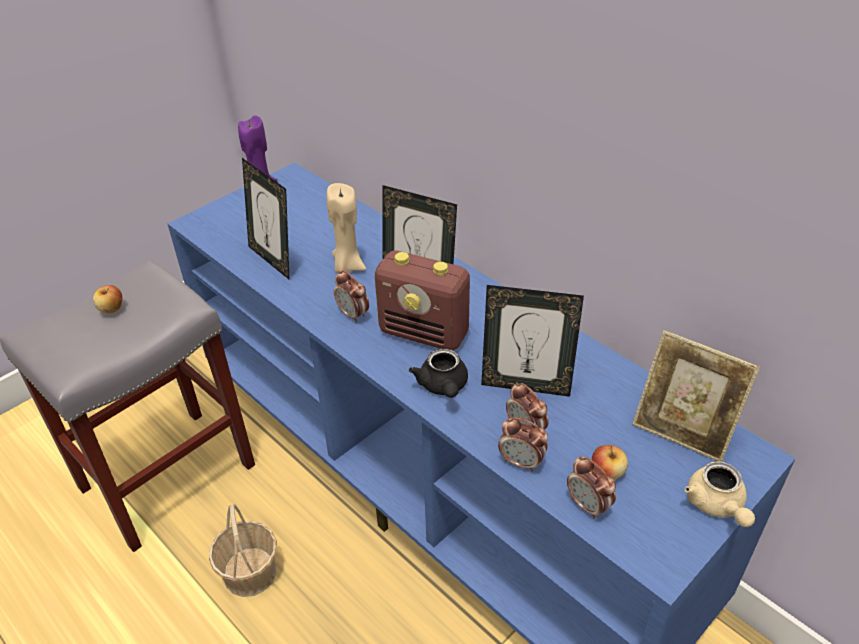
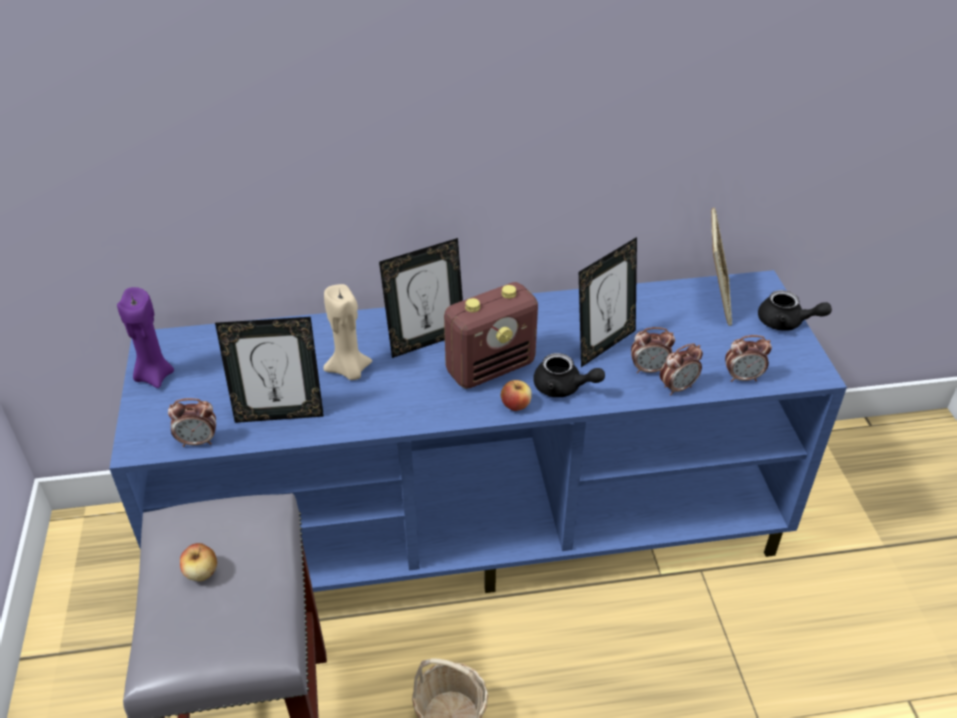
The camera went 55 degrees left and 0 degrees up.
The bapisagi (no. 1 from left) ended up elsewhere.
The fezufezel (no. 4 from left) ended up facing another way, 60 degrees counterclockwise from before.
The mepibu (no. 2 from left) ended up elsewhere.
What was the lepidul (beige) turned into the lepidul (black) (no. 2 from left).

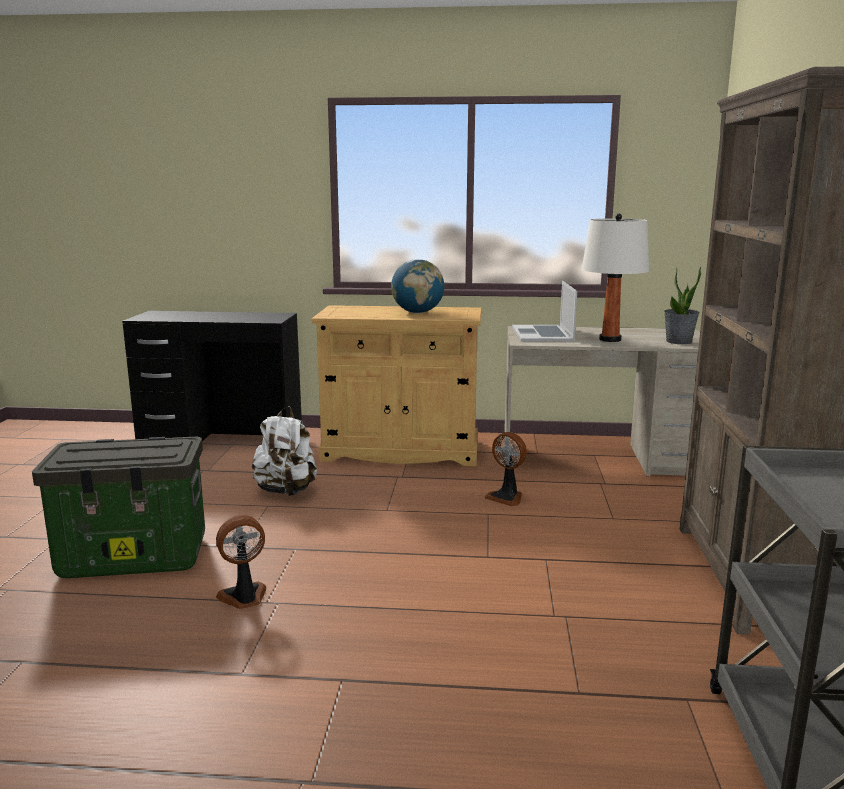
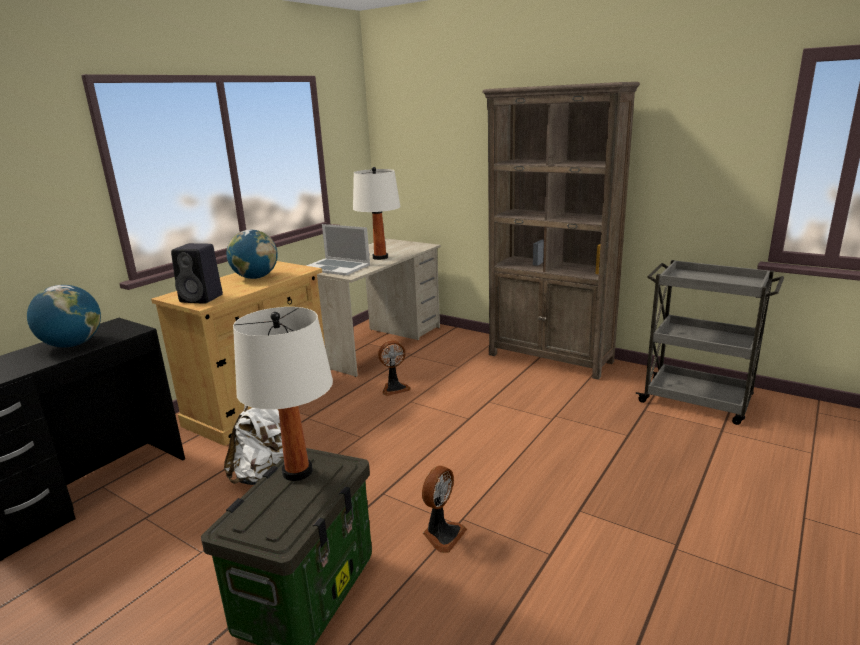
The camera went 60 degrees left and 5 degrees up.
The second view lost the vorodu.
The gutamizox (no. 1 from left in the first image) ended up facing another way, 150 degrees counterclockwise from before.
The second view gained the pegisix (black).
The second view gained the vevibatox (no. 1 from left).
The second view gained the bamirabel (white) (no. 1 from left).

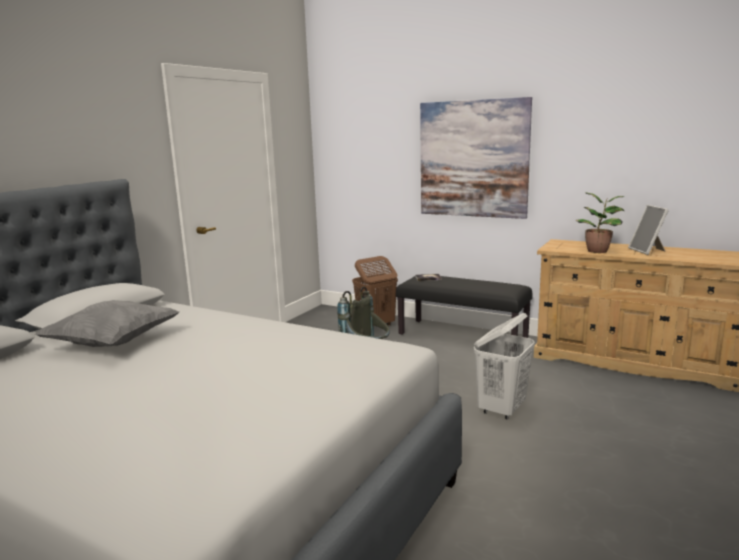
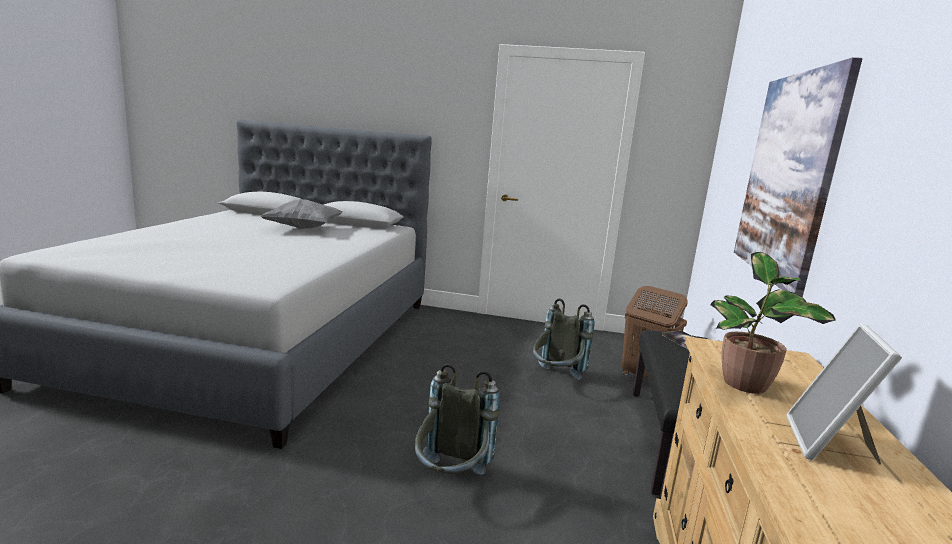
The camera went 70 degrees right and 0 degrees up.
The fezufezel ended up facing another way, 45 degrees counterclockwise from before.
Where the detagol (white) stood, the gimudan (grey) (no. 1 from left) came to stand.

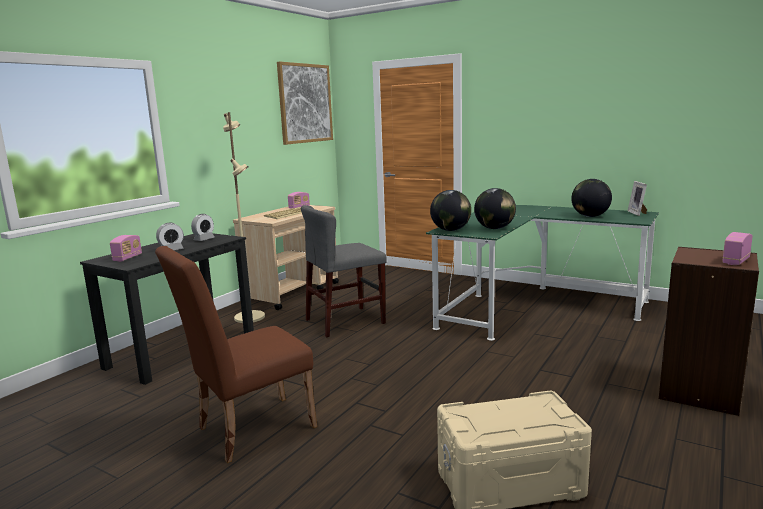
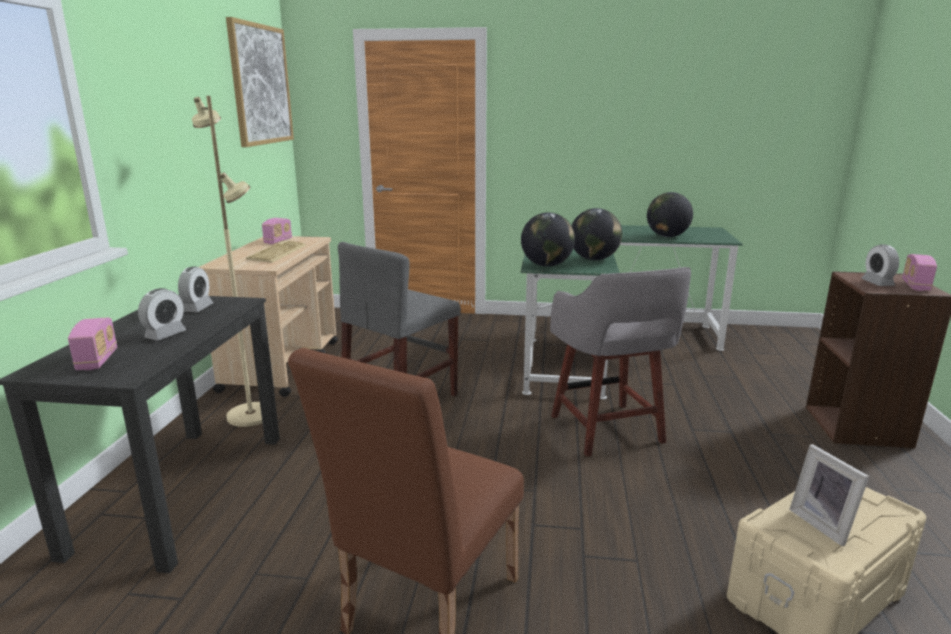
The camera went 25 degrees left and 5 degrees up.
The fezufezel ended up elsewhere.
The second view gained the bapisagi (no. 3 from left).
The second view gained the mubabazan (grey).

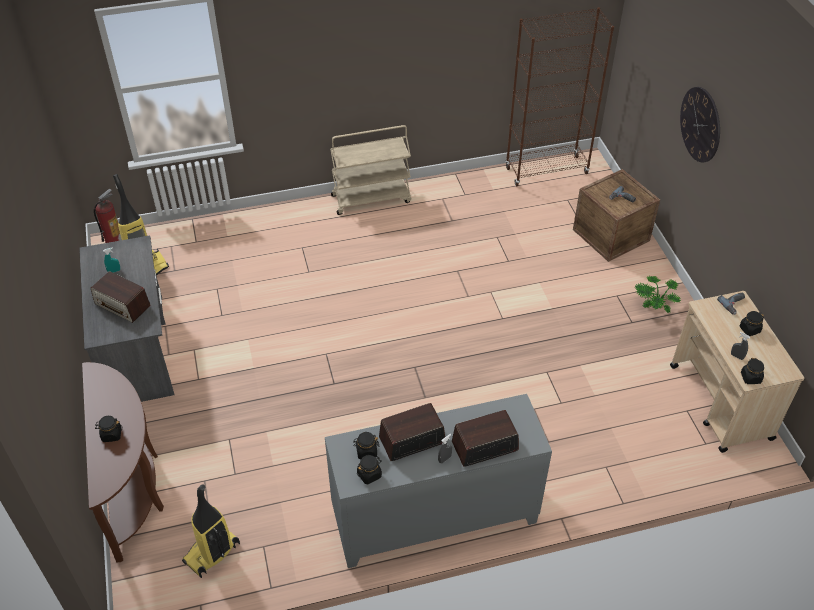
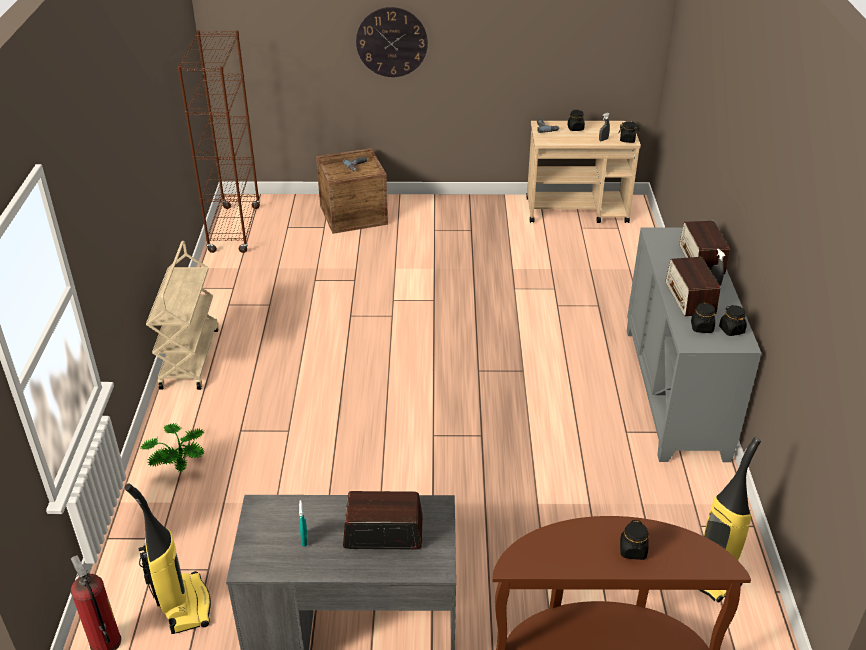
The camera went 75 degrees left and 10 degrees down.
The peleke (no. 1 from left) ended up facing another way, 135 degrees counterclockwise from before.
The vorodu ended up elsewhere.

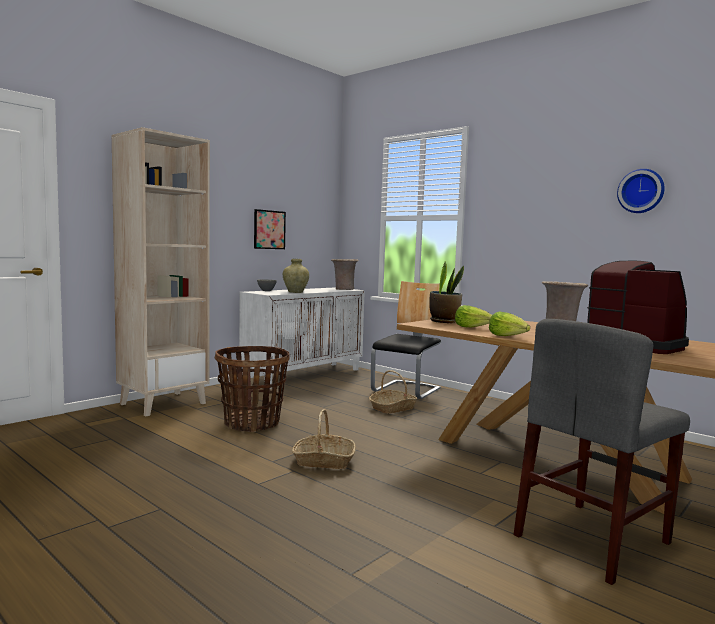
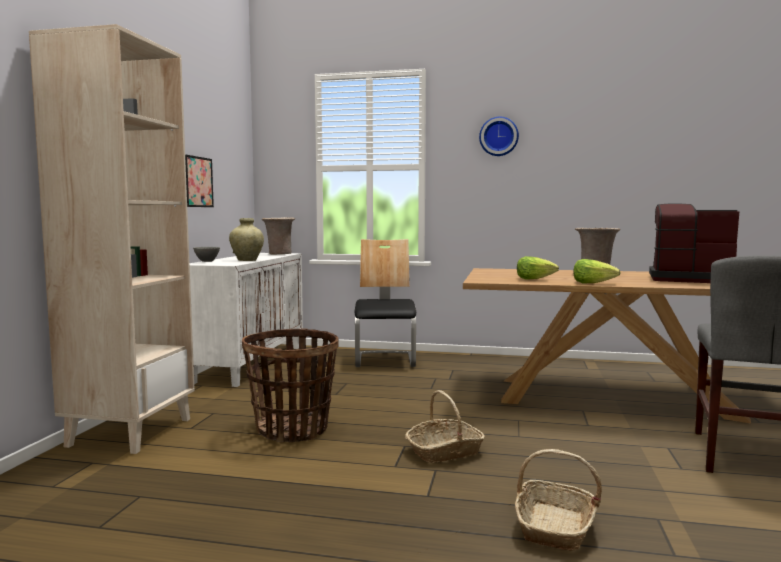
The camera went 30 degrees left and 0 degrees up.
The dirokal ended up elsewhere.
The second view lost the vorodu.
The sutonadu (no. 3 from left) ended up elsewhere.

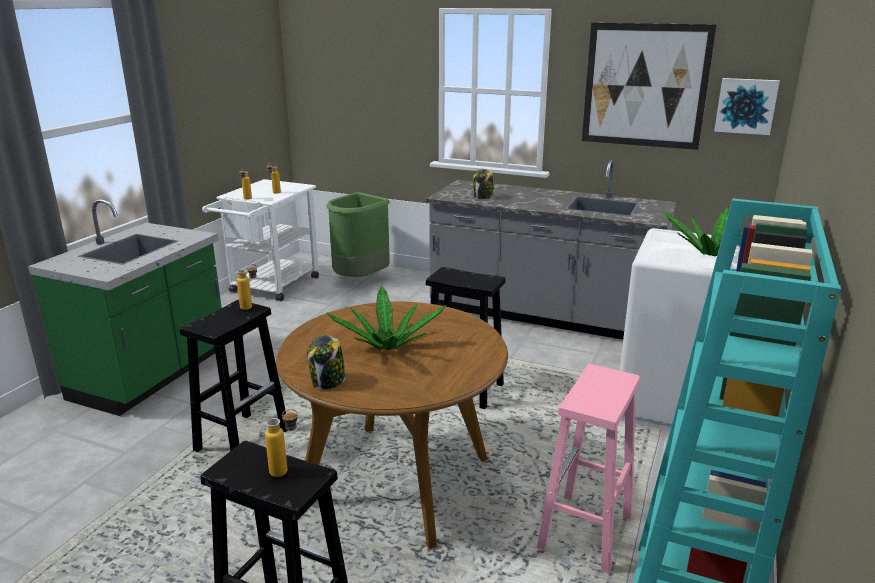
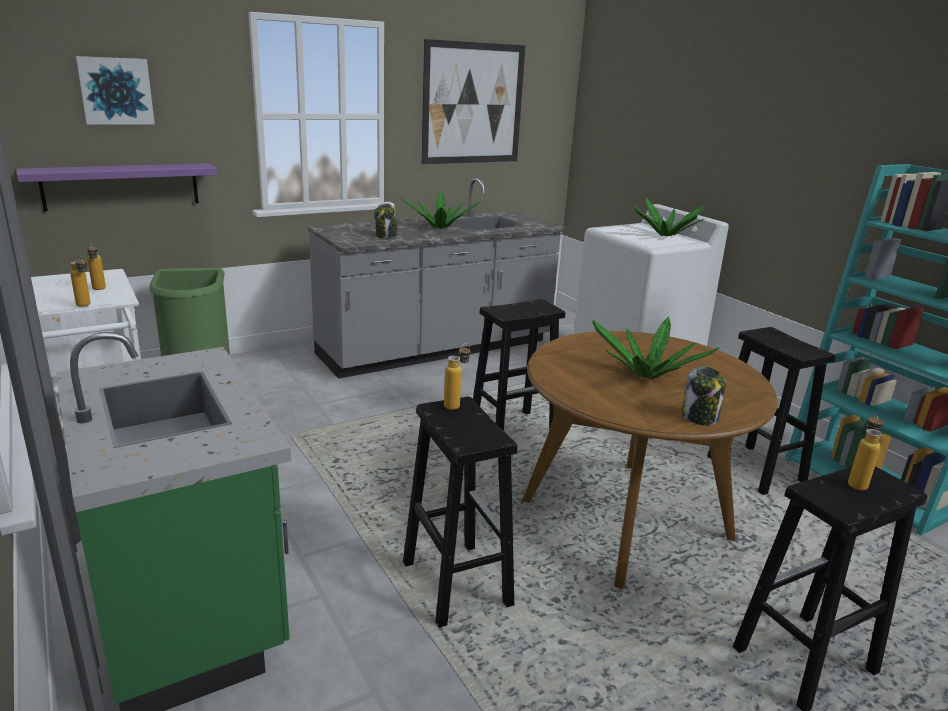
The camera went 55 degrees left and 0 degrees up.
The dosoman (no. 2 from left in the first image) ended up elsewhere.
What was the mubabazan (pink) turned into the mubabazan (black) (no. 3 from left).
The second view gained the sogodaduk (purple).
The second view gained the vorodu (no. 1 from left).

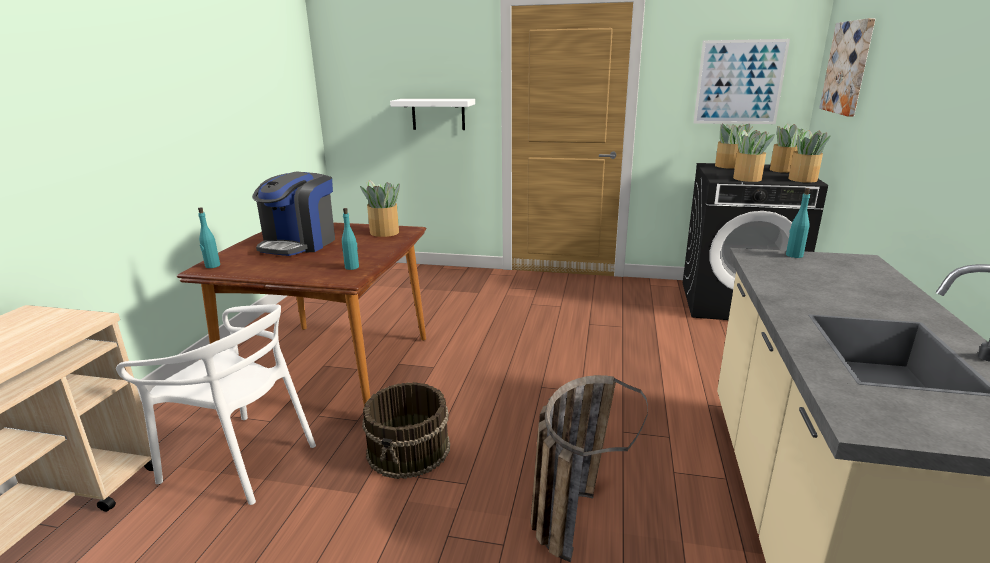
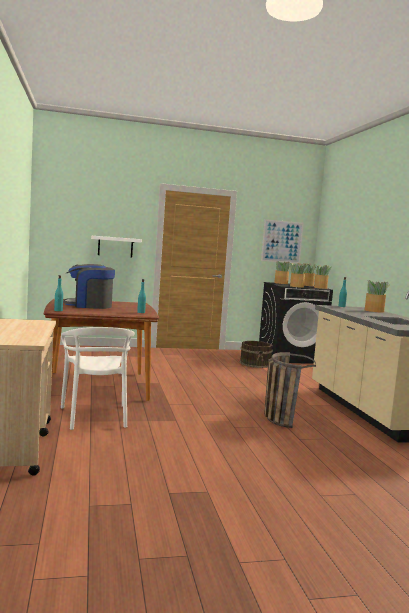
The camera went 25 degrees left and 15 degrees down.
The second view lost the dosoman (no. 2 from left).
The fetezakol ended up facing another way, 90 degrees clockwise from before.
The vorodu (no. 1 from left in the first image) ended up elsewhere.
The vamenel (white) ended up facing another way, 75 degrees clockwise from before.
The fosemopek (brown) ended up elsewhere.

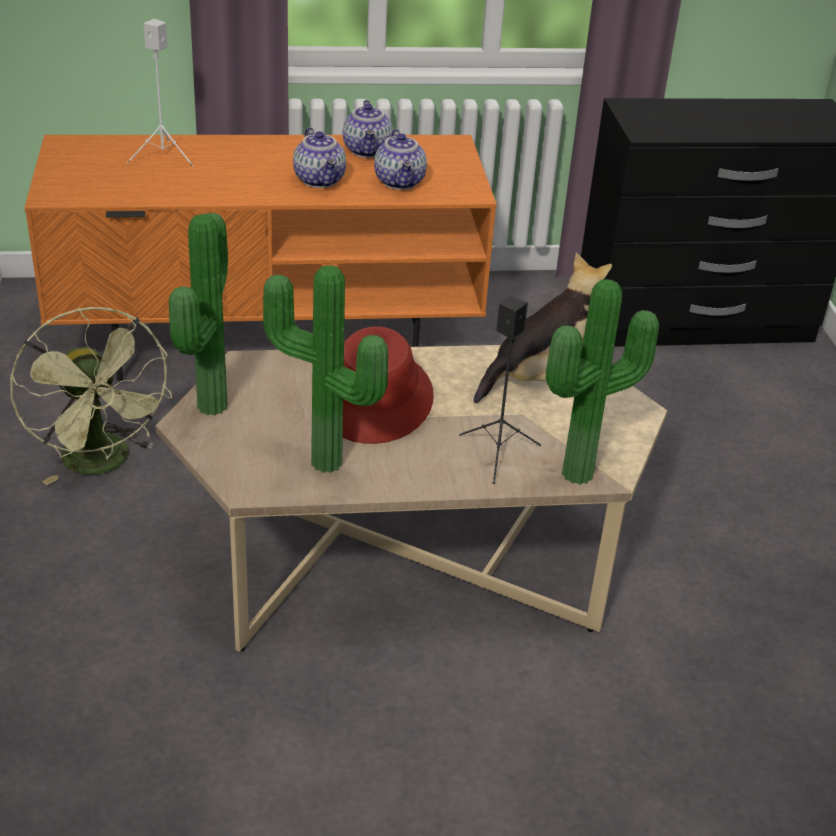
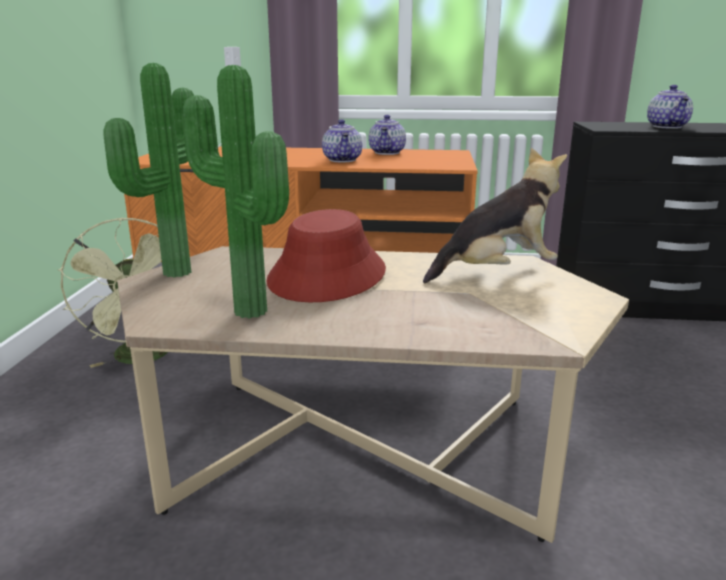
The camera went 15 degrees right and 15 degrees down.
The lepidul (no. 3 from left) ended up elsewhere.
The second view lost the vorodu (no. 3 from left).
The second view lost the pegisix (black).

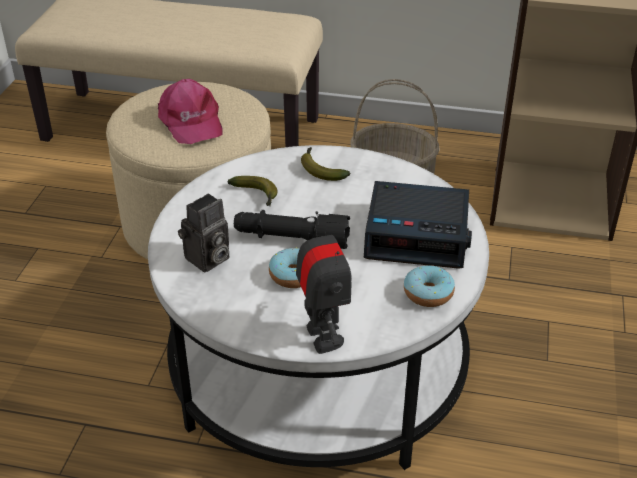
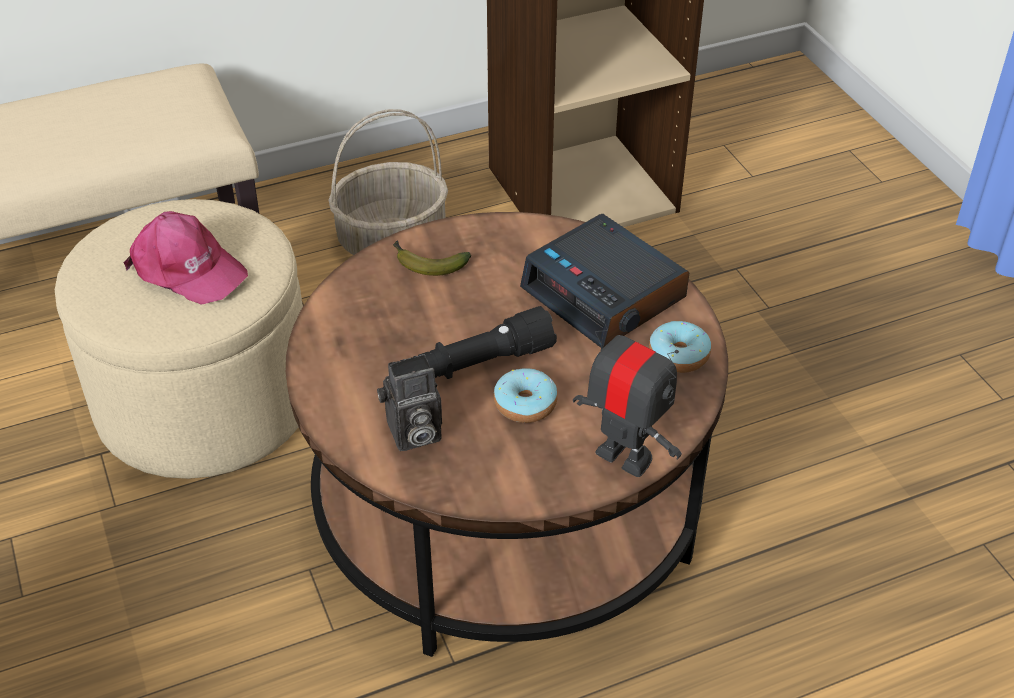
The camera went 35 degrees left and 5 degrees up.
What was the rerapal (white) turned into the rerapal (brown).
The second view lost the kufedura (no. 1 from left).
The bapisagi ended up facing another way, 75 degrees clockwise from before.
The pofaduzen ended up facing another way, 60 degrees clockwise from before.

